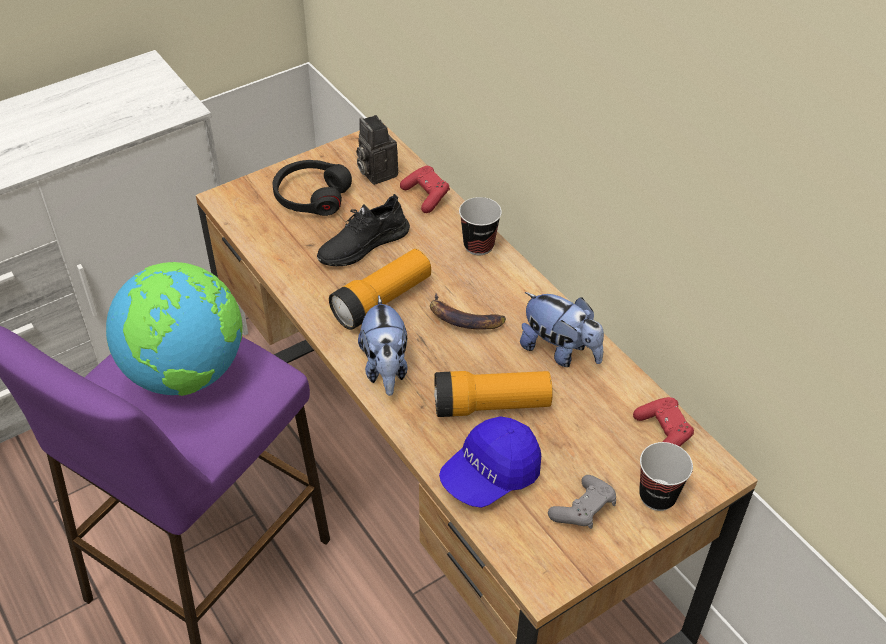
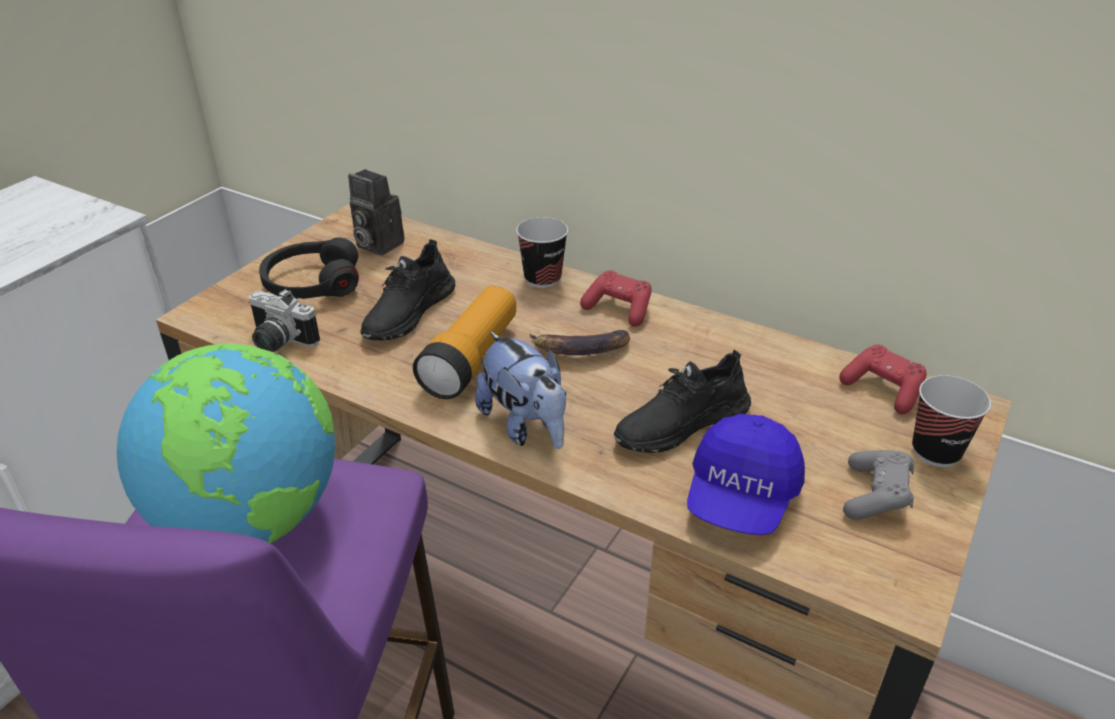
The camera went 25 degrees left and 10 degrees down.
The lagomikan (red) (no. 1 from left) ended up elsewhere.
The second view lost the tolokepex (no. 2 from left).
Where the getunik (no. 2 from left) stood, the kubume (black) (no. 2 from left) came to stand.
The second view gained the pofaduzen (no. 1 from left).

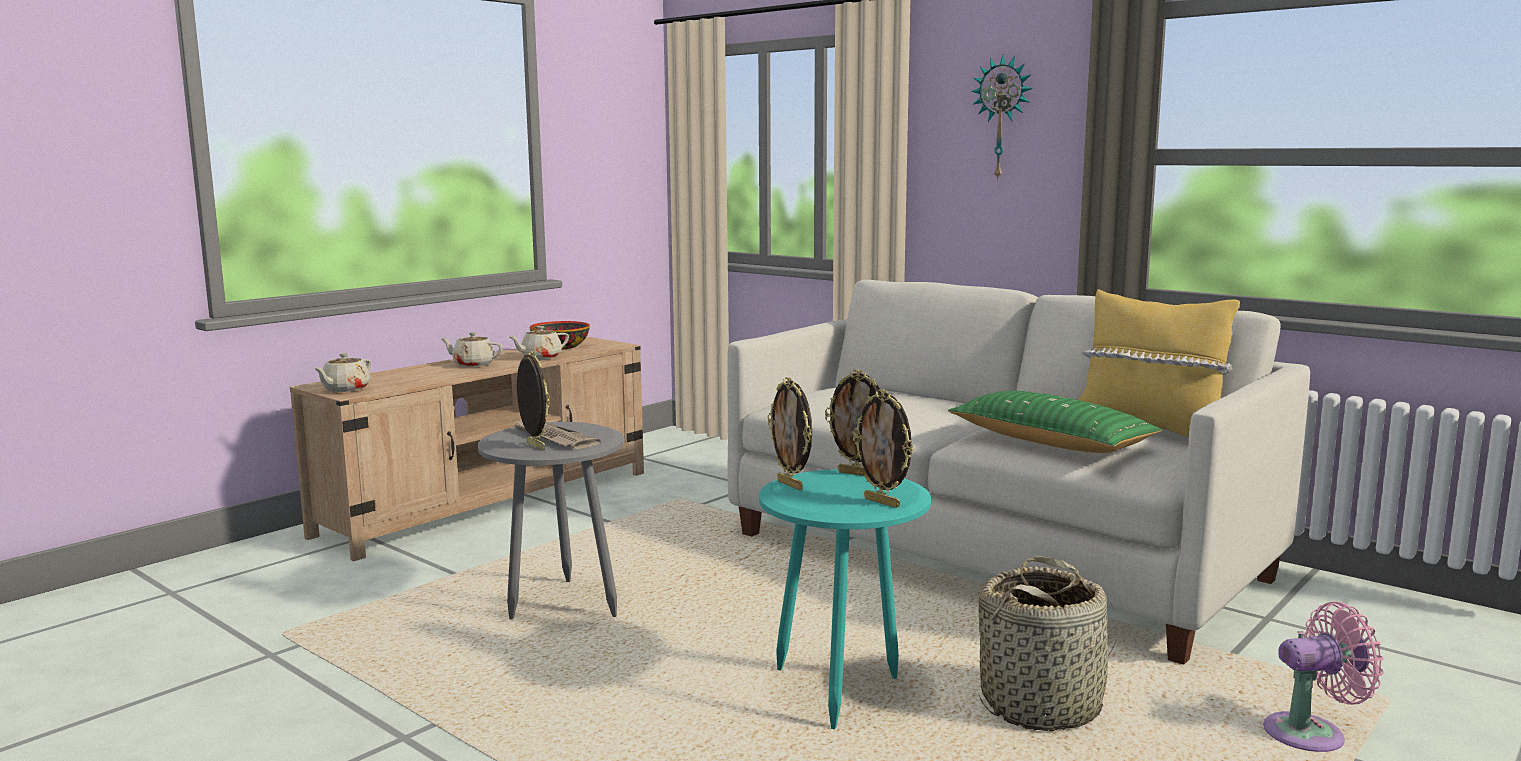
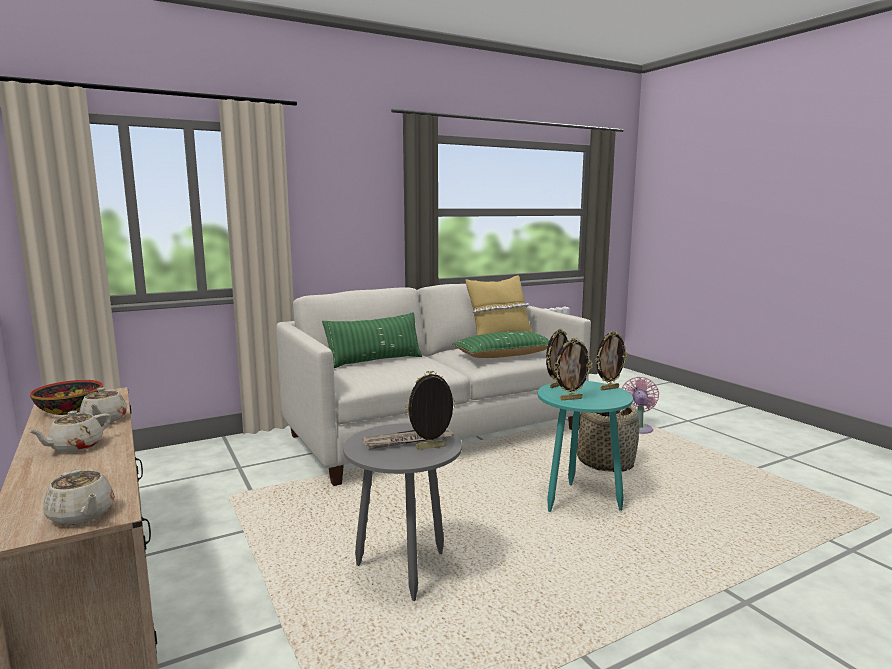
The camera went 70 degrees left and 0 degrees up.
The second view lost the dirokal.
The second view gained the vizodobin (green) (no. 1 from left).

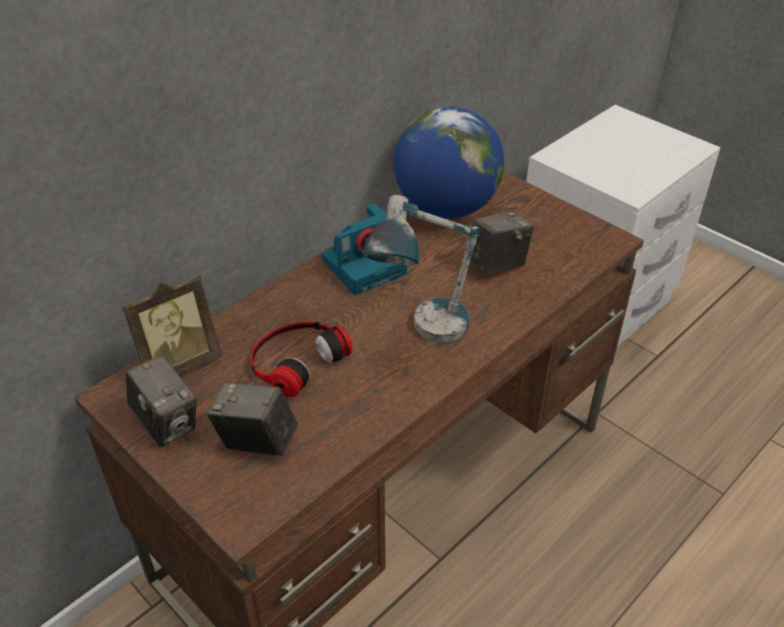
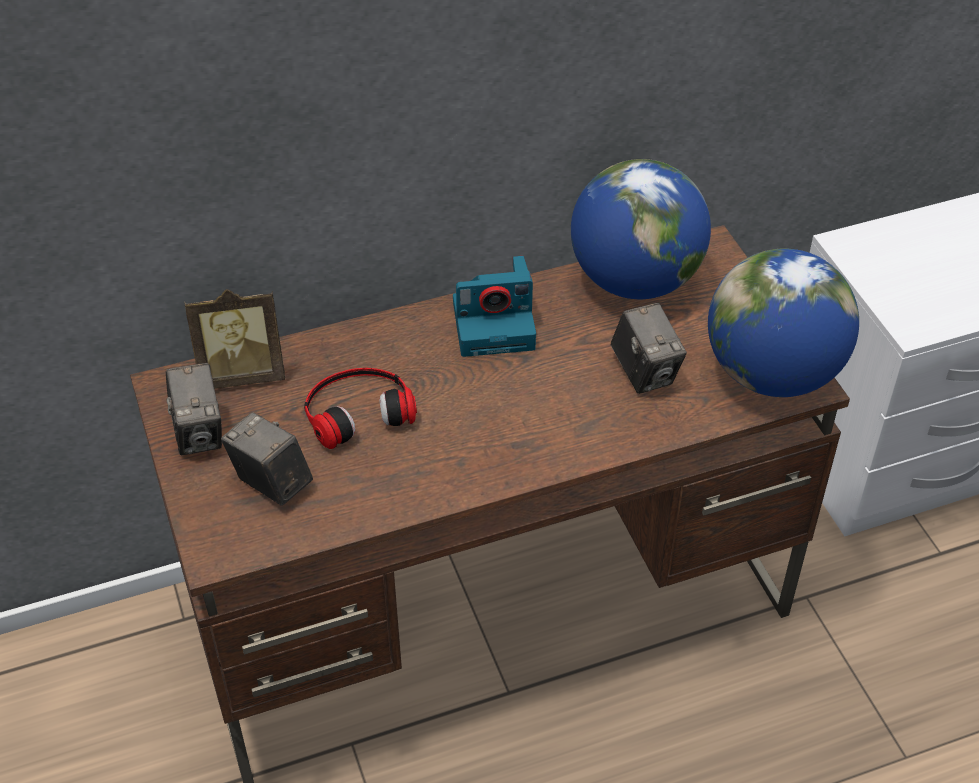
The camera went 25 degrees right and 5 degrees up.
The second view lost the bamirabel.
The pofaduzen (no. 4 from left) ended up facing another way, 75 degrees clockwise from before.
The second view gained the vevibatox (no. 2 from left).

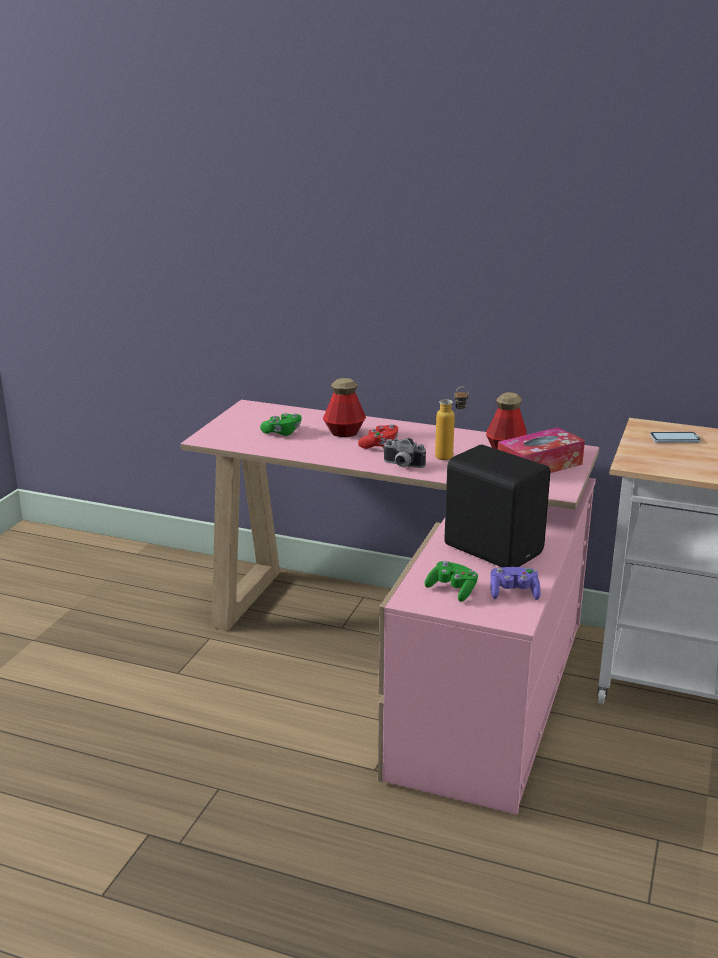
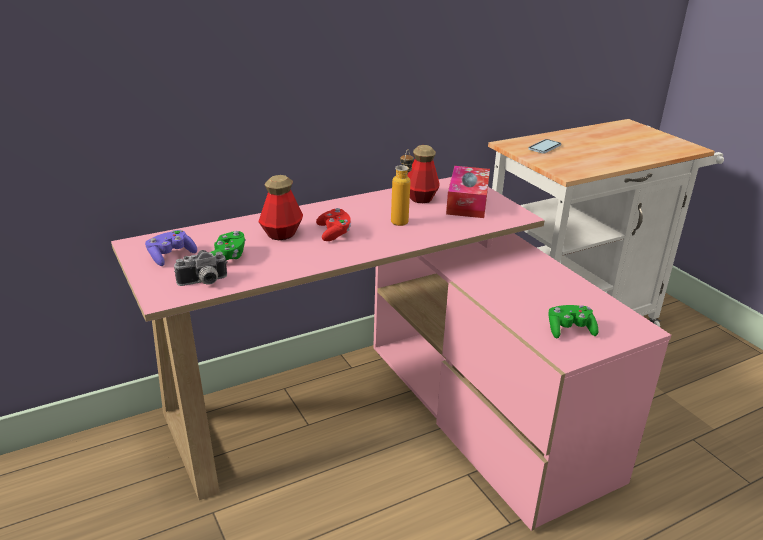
The camera went 50 degrees left and 5 degrees up.
The pofaduzen ended up elsewhere.
The second view lost the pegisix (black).
The lagomikan (purple) ended up elsewhere.

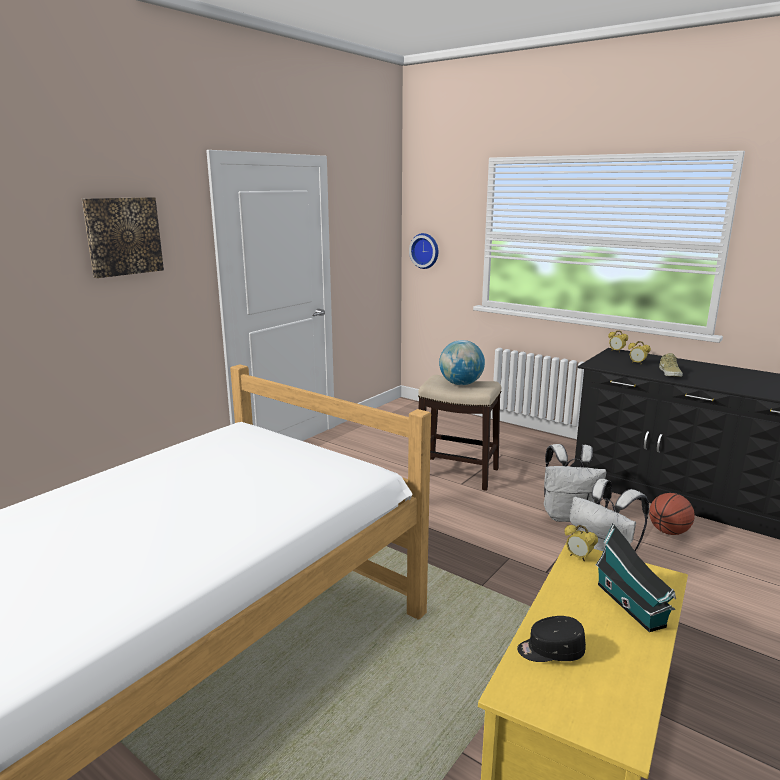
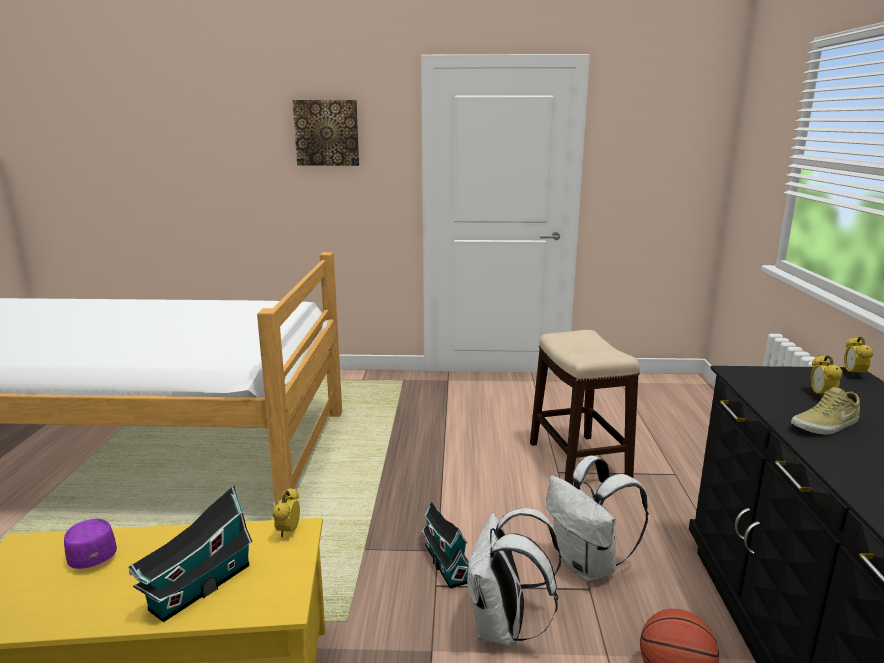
The camera went 55 degrees right and 0 degrees up.
The second view lost the dirokal.
The second view lost the vevibatox.
What was the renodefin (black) turned into the renodefin (purple).
The second view gained the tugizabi (no. 2 from left).

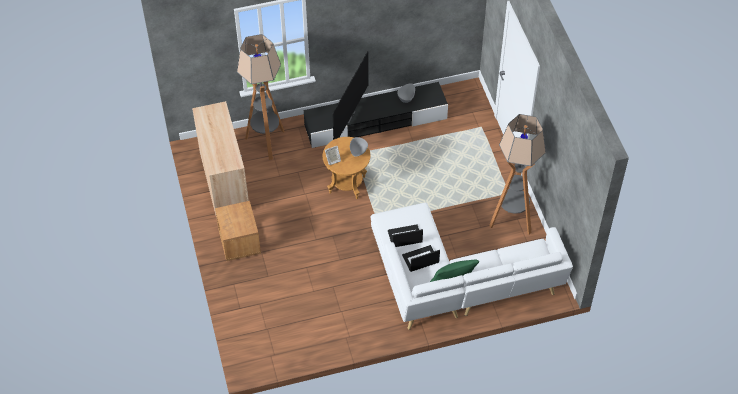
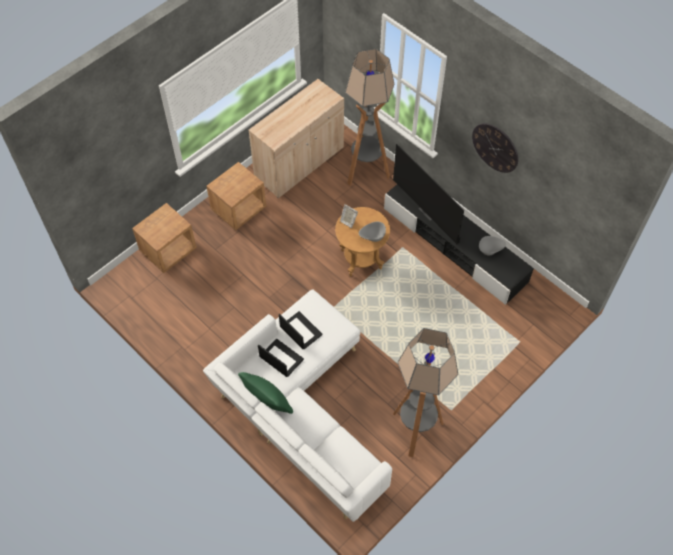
The camera went 60 degrees right and 5 degrees up.
The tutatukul ended up facing another way, 60 degrees clockwise from before.
The second view gained the dirokal.
The second view gained the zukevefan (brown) (no. 1 from left).

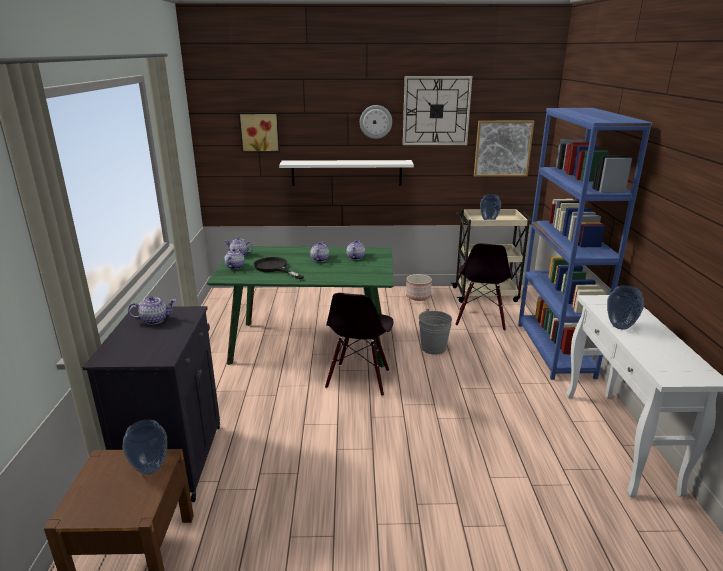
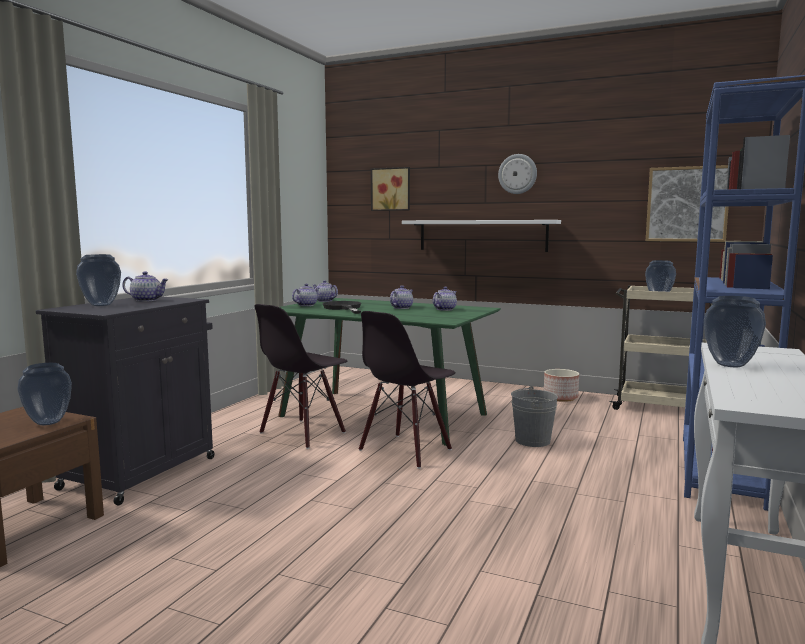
The camera went 25 degrees right and 15 degrees down.
The second view lost the dirokal (no. 2 from left).
The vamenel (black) (no. 2 from left in the first image) ended up elsewhere.
The second view gained the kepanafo (no. 2 from left).

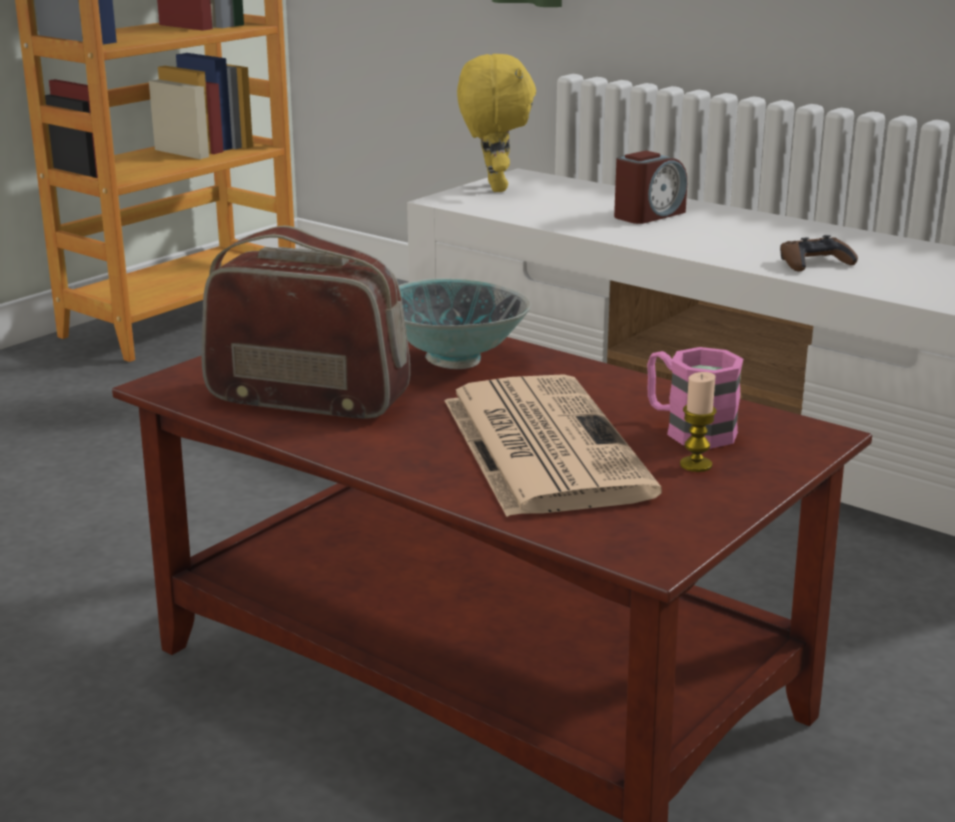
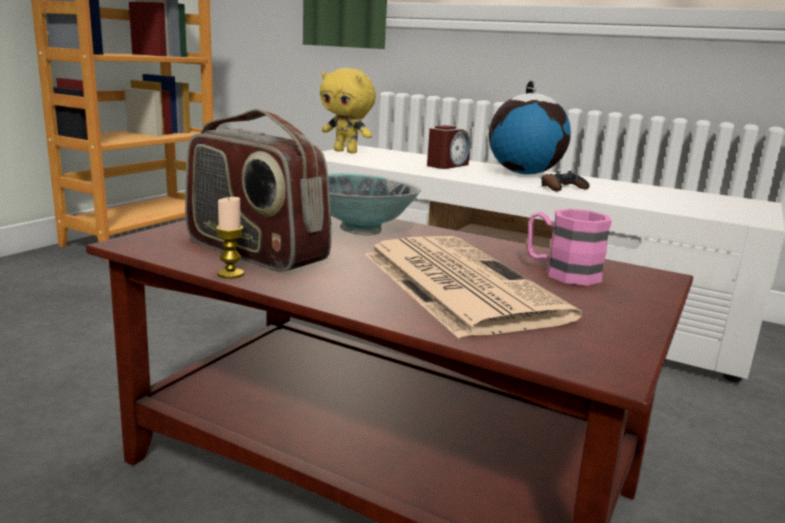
The camera went 10 degrees left and 5 degrees down.
The tolokepex (yellow) ended up facing another way, 135 degrees clockwise from before.
The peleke ended up facing another way, 150 degrees counterclockwise from before.
The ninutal ended up elsewhere.
The second view gained the vevibatox.

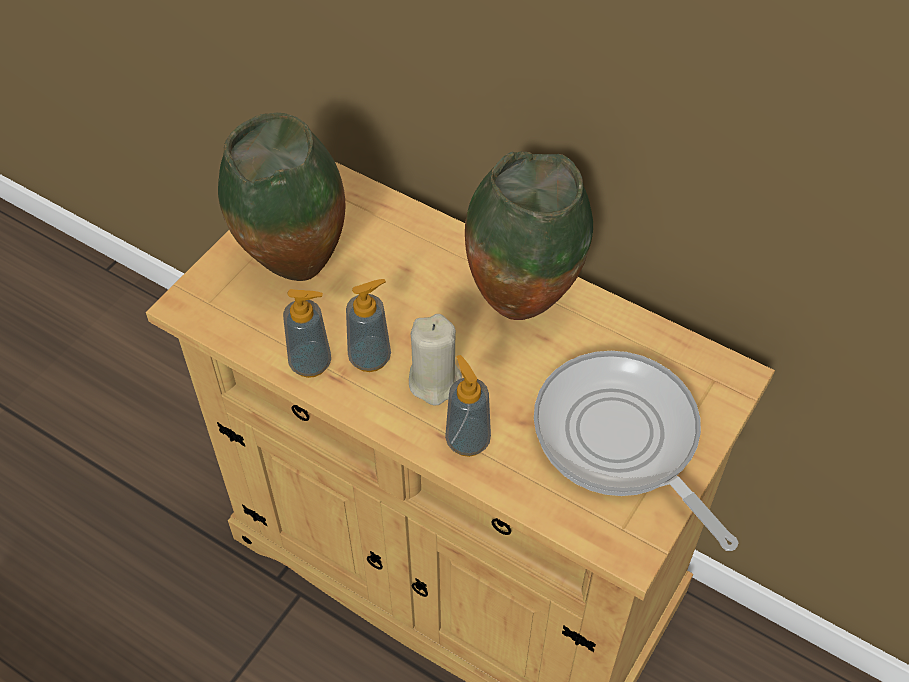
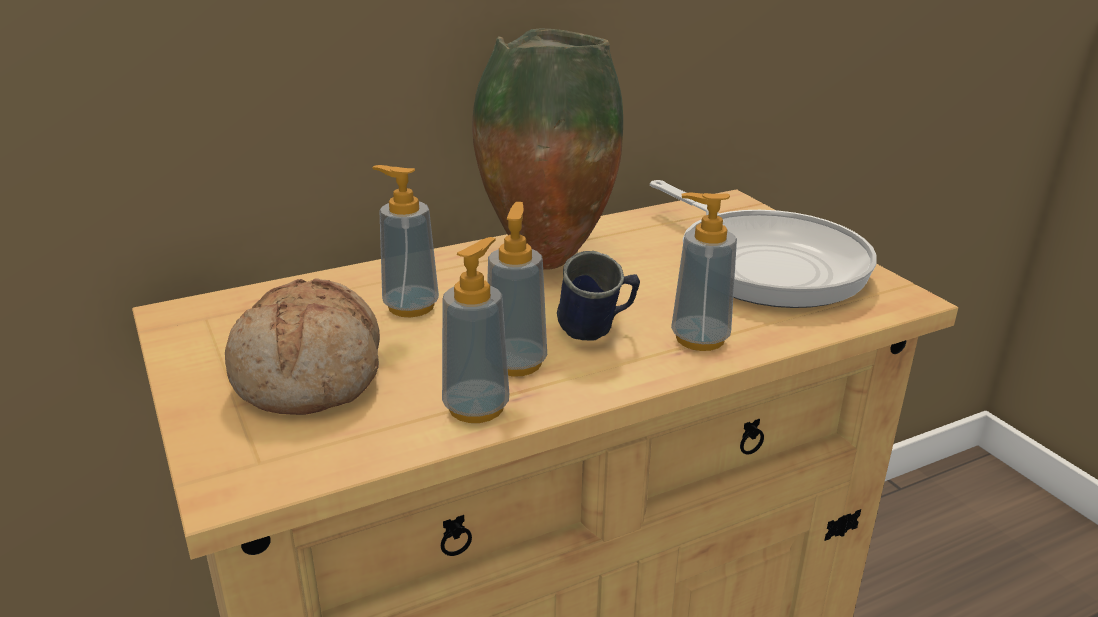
The camera went 60 degrees left and 25 degrees down.
Where the kepanafo (no. 1 from left) stood, the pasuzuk came to stand.
Where the ninutal (beige) stood, the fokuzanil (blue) came to stand.
The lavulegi ended up facing another way, 120 degrees counterclockwise from before.
The second view gained the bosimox (no. 1 from left).

